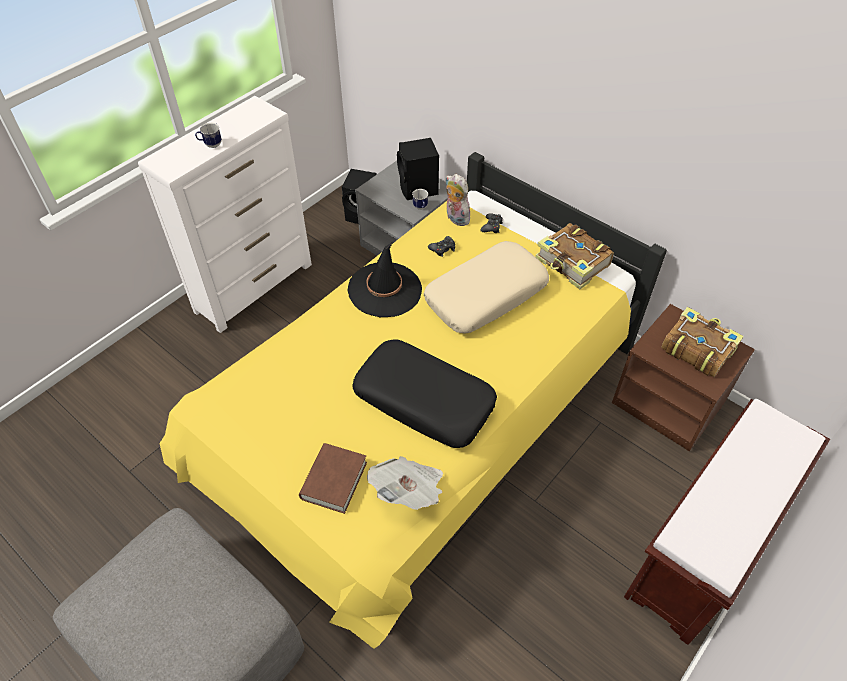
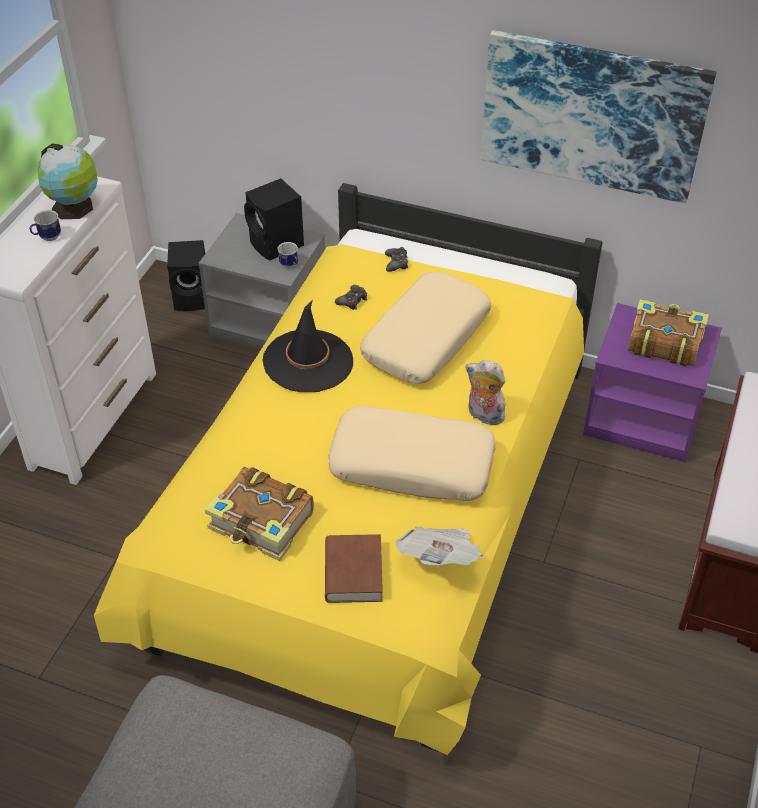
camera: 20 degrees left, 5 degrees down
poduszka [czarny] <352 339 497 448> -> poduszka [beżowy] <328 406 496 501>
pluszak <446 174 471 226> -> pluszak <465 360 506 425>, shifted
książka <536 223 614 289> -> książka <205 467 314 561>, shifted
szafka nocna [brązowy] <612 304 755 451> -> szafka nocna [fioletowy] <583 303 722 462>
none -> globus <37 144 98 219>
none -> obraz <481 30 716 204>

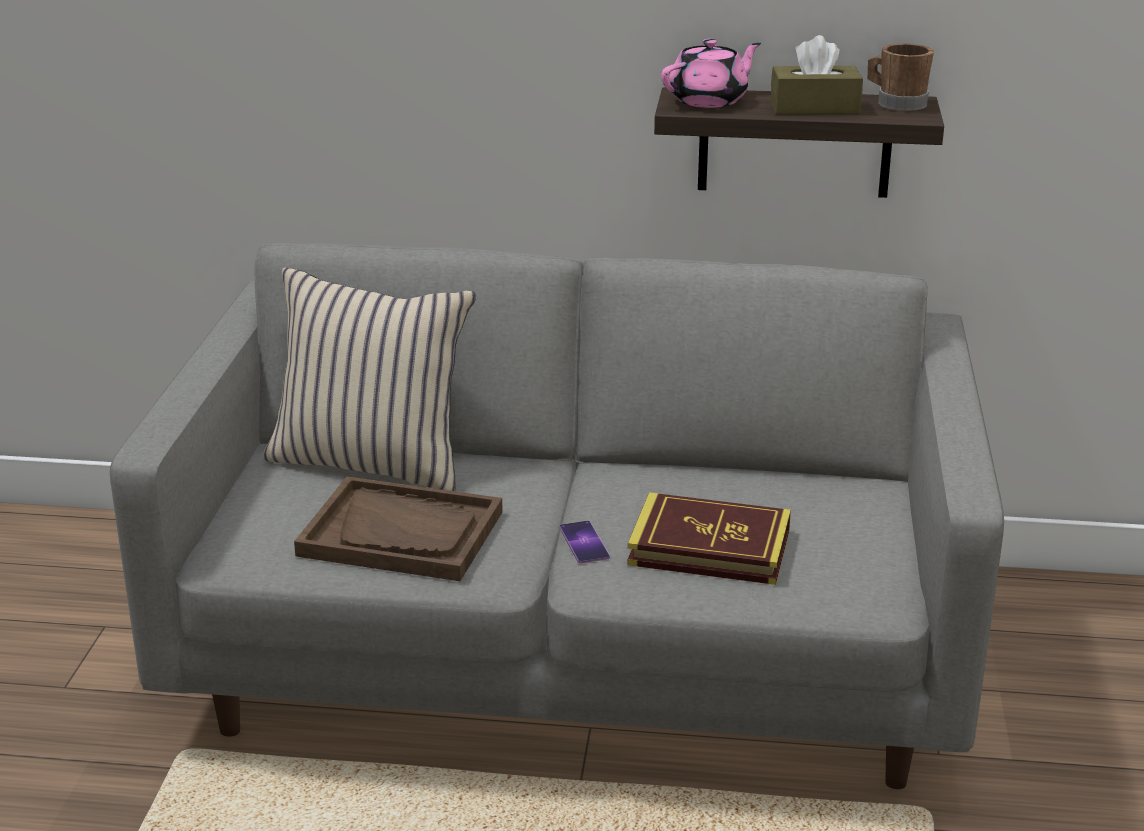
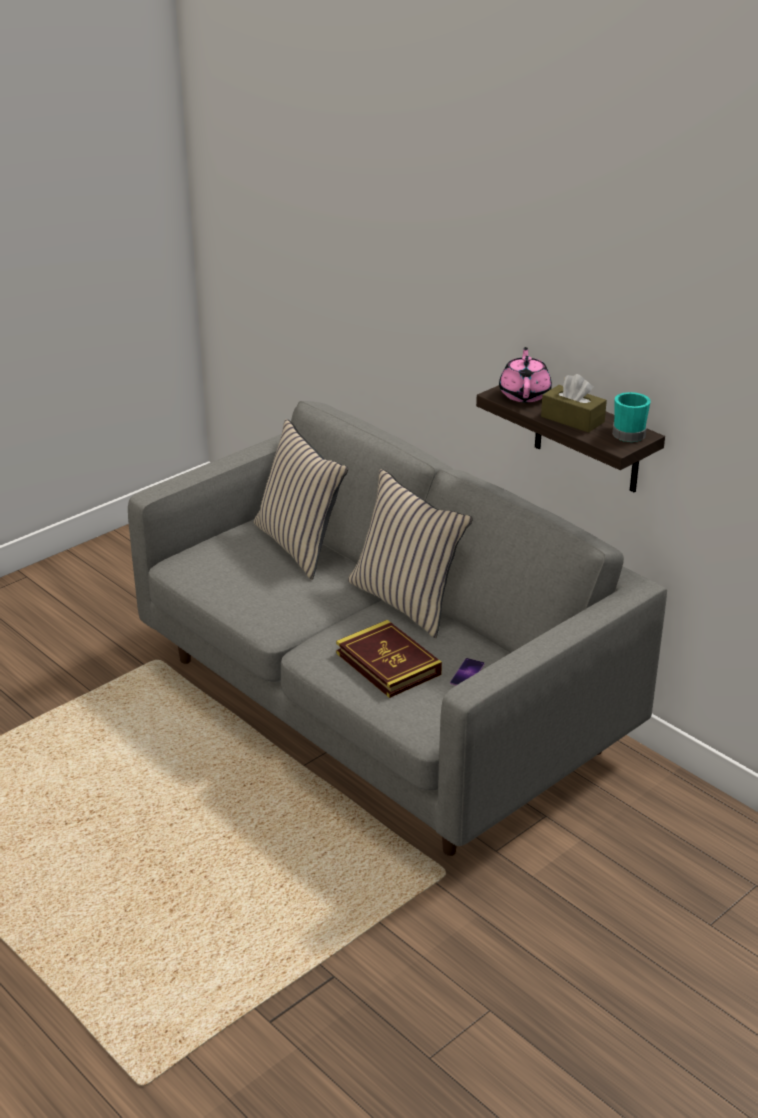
camera: 40 degrees right, 5 degrees up
taca [brązowy] <294 477 503 581> -> none
telefon <559 521 610 564> -> telefon <450 658 485 686>, shifted
imbryk [różowy] <661 39 761 108> -> imbryk [różowy] <499 347 552 402>, 90 degrees counterclockwise
kubek [brązowy] <868 43 934 111> -> kubek [turkusowy] <612 392 651 442>
none -> poduszka [beżowy] <348 469 473 638>

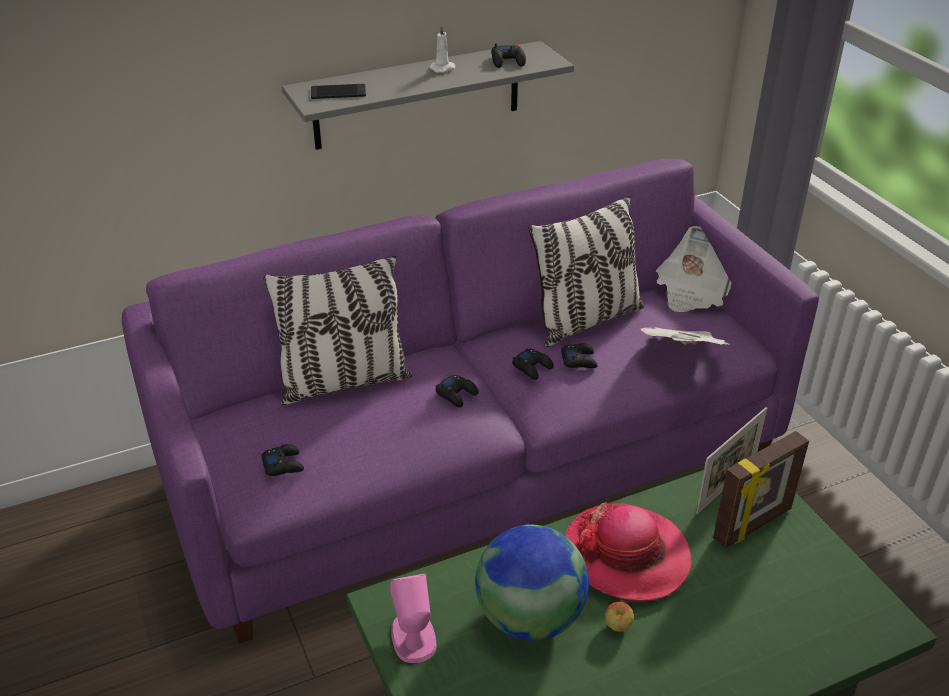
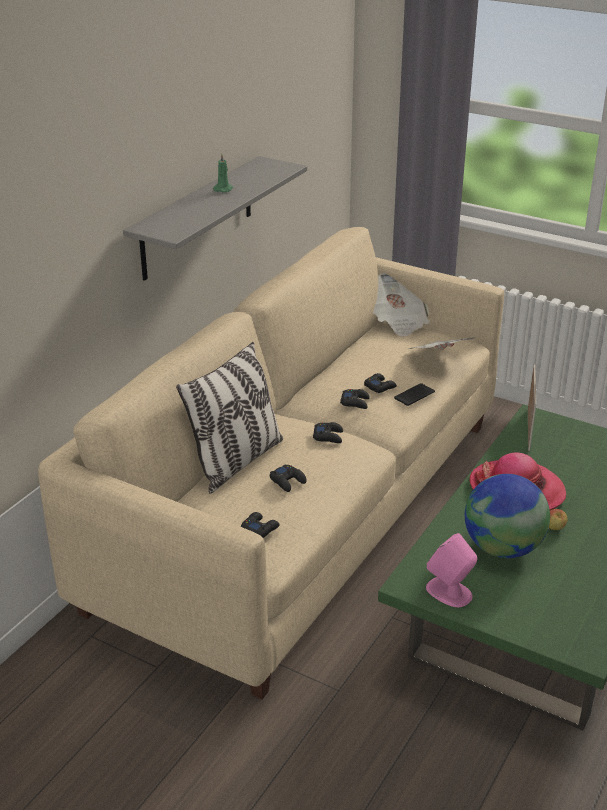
camera: 35 degrees left, 5 degrees down
kanapa [fioletowy] <122 159 819 644> -> kanapa [beżowy] <38 227 504 700>
telefon <311 84 366 99> -> telefon <394 383 435 406>, shifted
świeca [biały] <430 25 456 73> -> świeca [zielony] <213 154 233 193>
pad do gier [czarny] <491 44 526 68> -> pad do gier [czarny] <270 465 307 492>, shifted
poduszka <528 195 644 347> -> none
ramka na zdjęcie <713 431 809 548> -> none

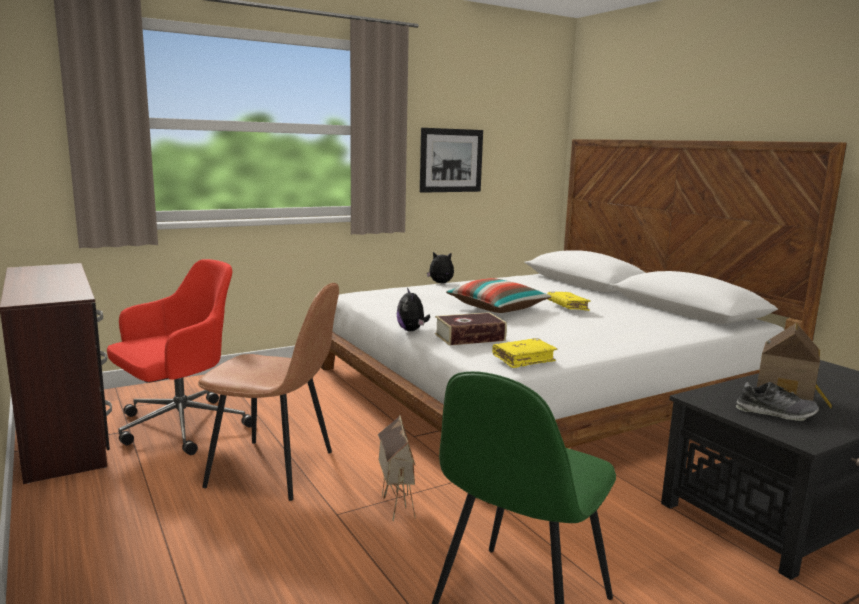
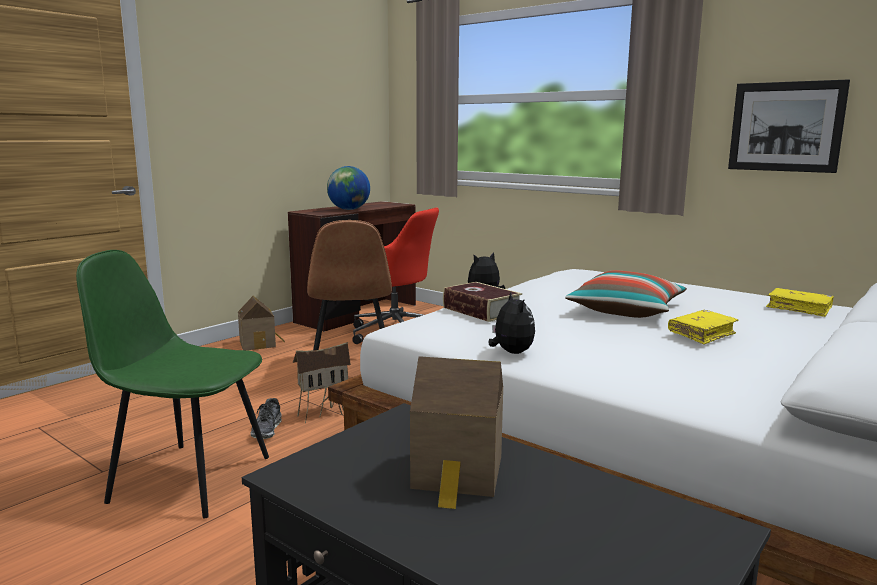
camera: 70 degrees right, 0 degrees up
pluszak <427 252 454 283> -> pluszak <489 292 535 354>, shifted
książka [żółty] <492 338 558 368> -> książka [żółty] <766 288 834 317>, shifted
but <736 382 819 421> -> but <251 398 282 439>, shifted
none -> domek <238 296 285 350>
none -> globus <327 166 370 210>

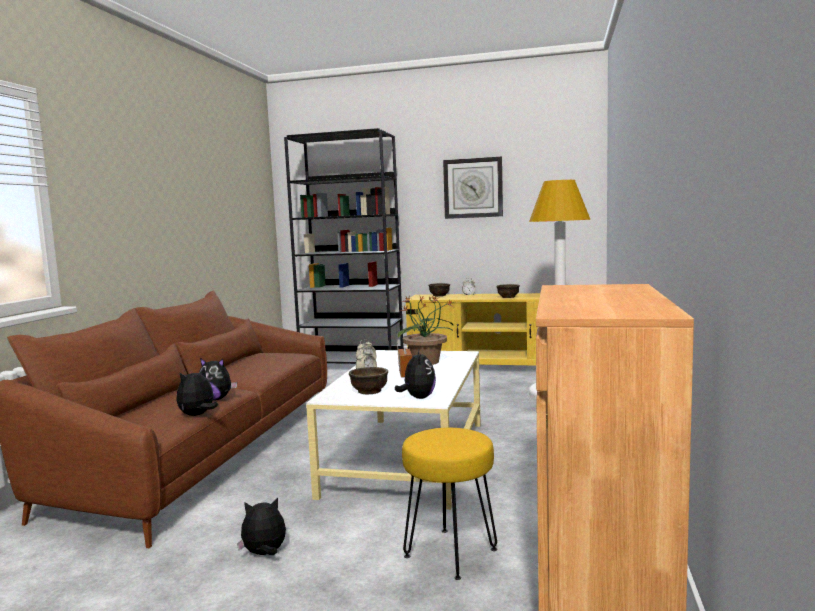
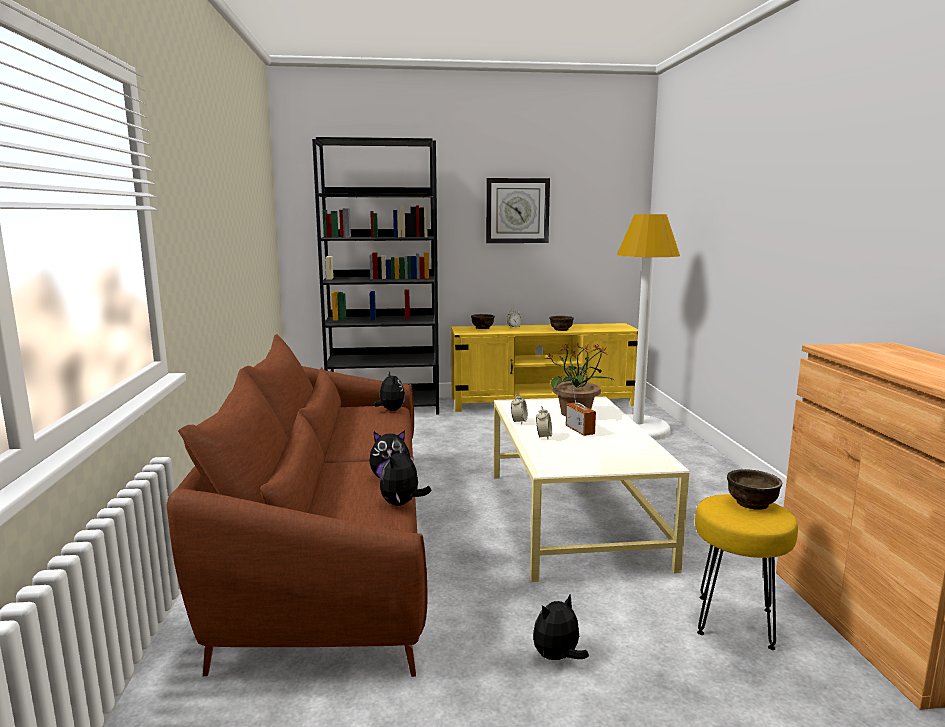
camera: 20 degrees left, 5 degrees up
miska [brązowy] <349 367 388 394> -> miska [brązowy] <727 469 782 510>, shifted
pluszak <395 348 436 399> -> pluszak <374 371 405 411>, shifted

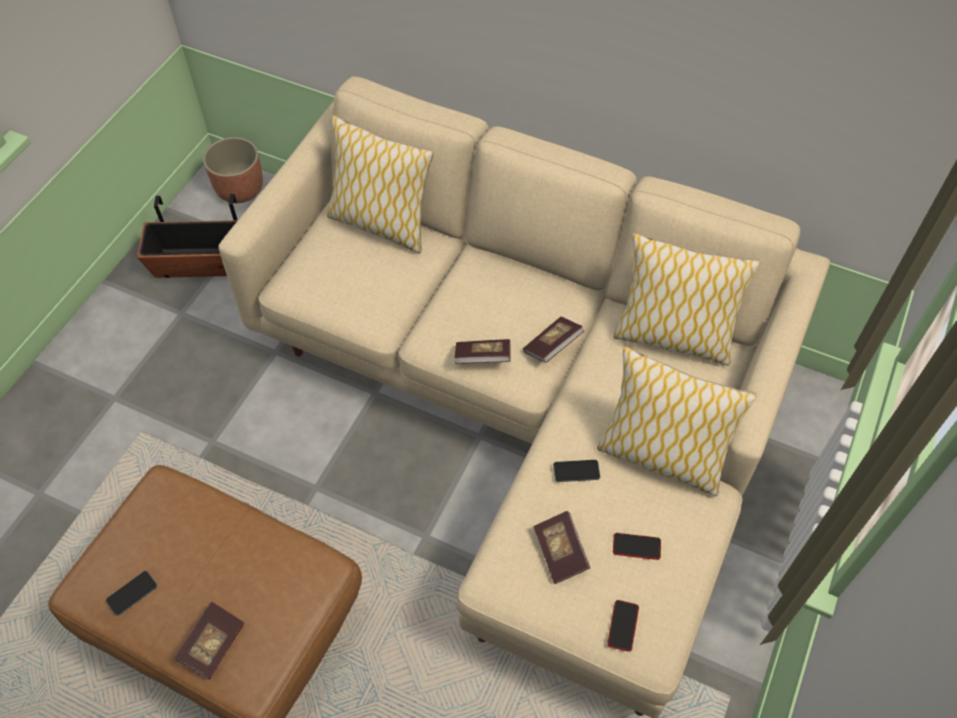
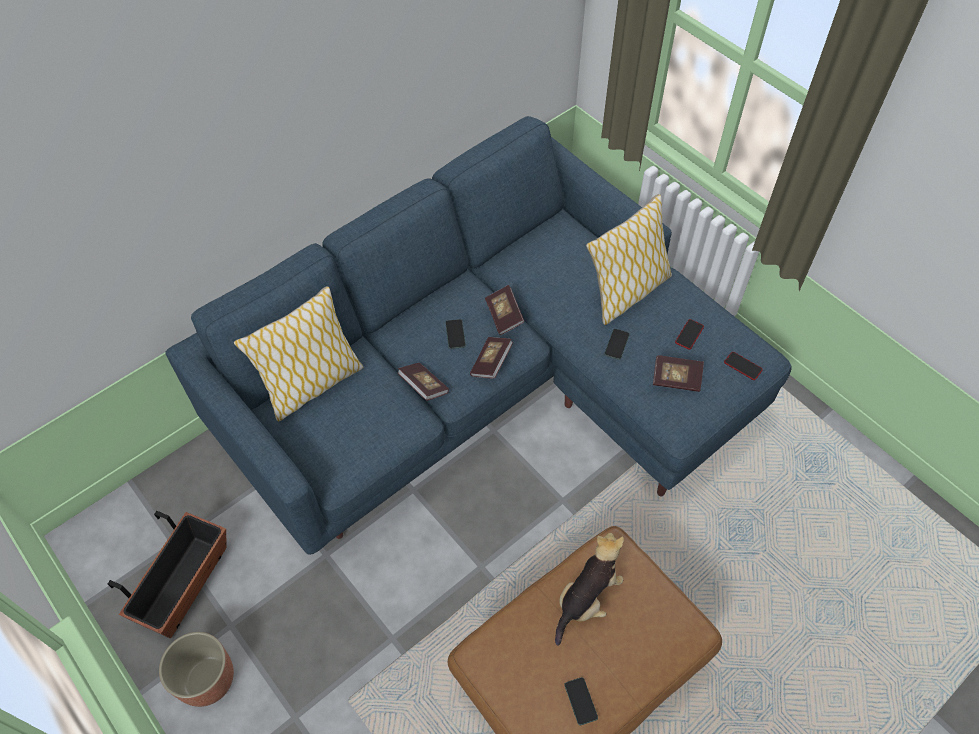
camera: 65 degrees left, 0 degrees up
książka <174 601 244 680> -> książka <398 363 449 401>, shifted
donica <203 137 263 203> -> donica <159 632 234 707>, shifted
kanapa [beżowy] <218 76 830 718> -> kanapa [niebieski] <166 116 792 555>
poduszka <613 233 760 366> -> none
none -> telefon <445 319 466 349>
none -> pluszak <555 533 624 646>

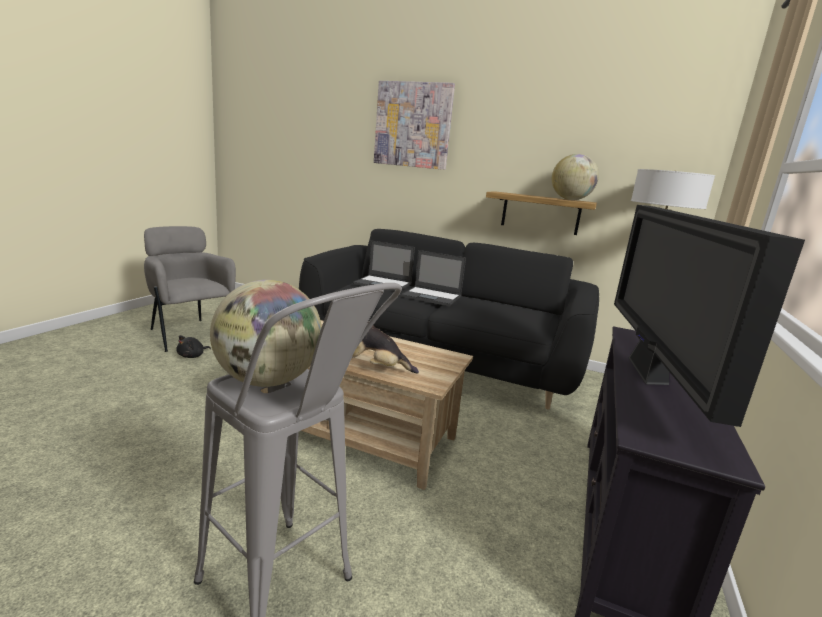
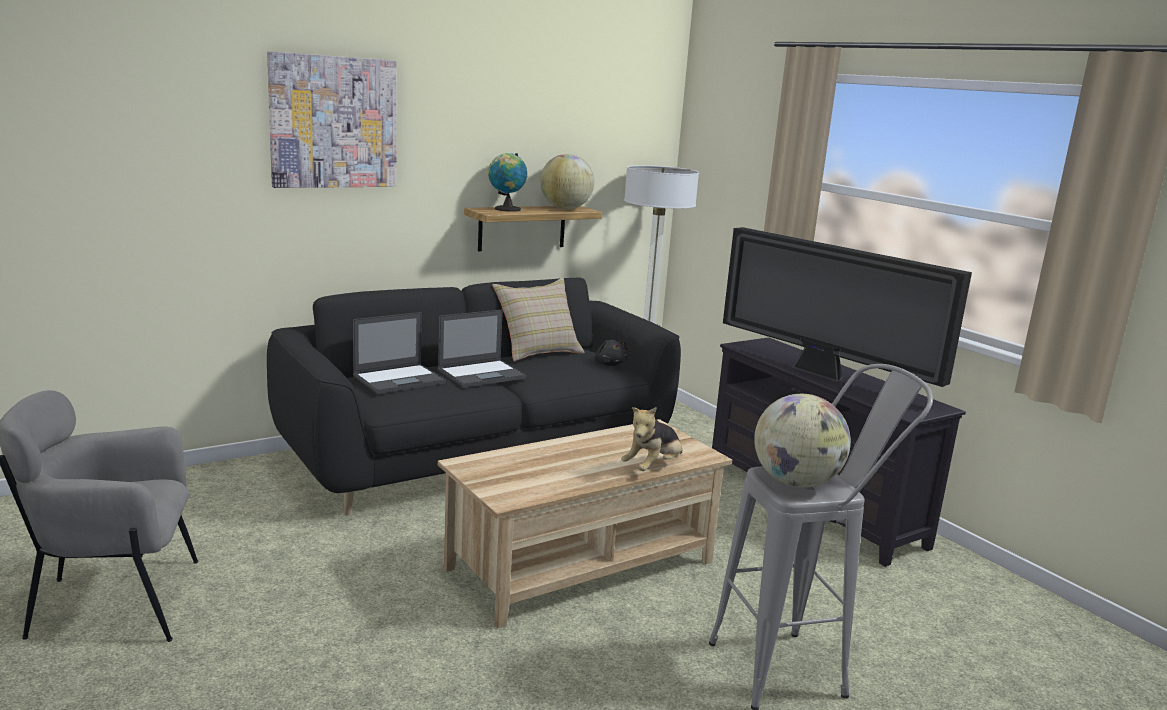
camera: 55 degrees left, 0 degrees up
pluszak [czarny] <176 335 211 358> -> pluszak [czarny] <594 340 627 366>, shifted
none -> globus <488 153 527 212>
none -> poduszka [beżowy] <492 278 585 362>

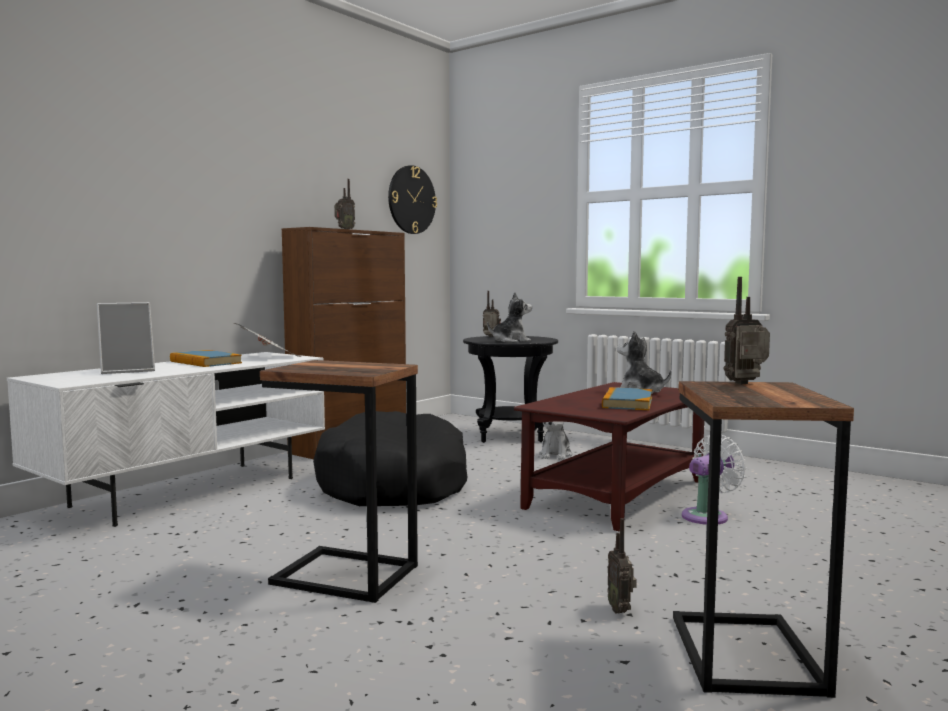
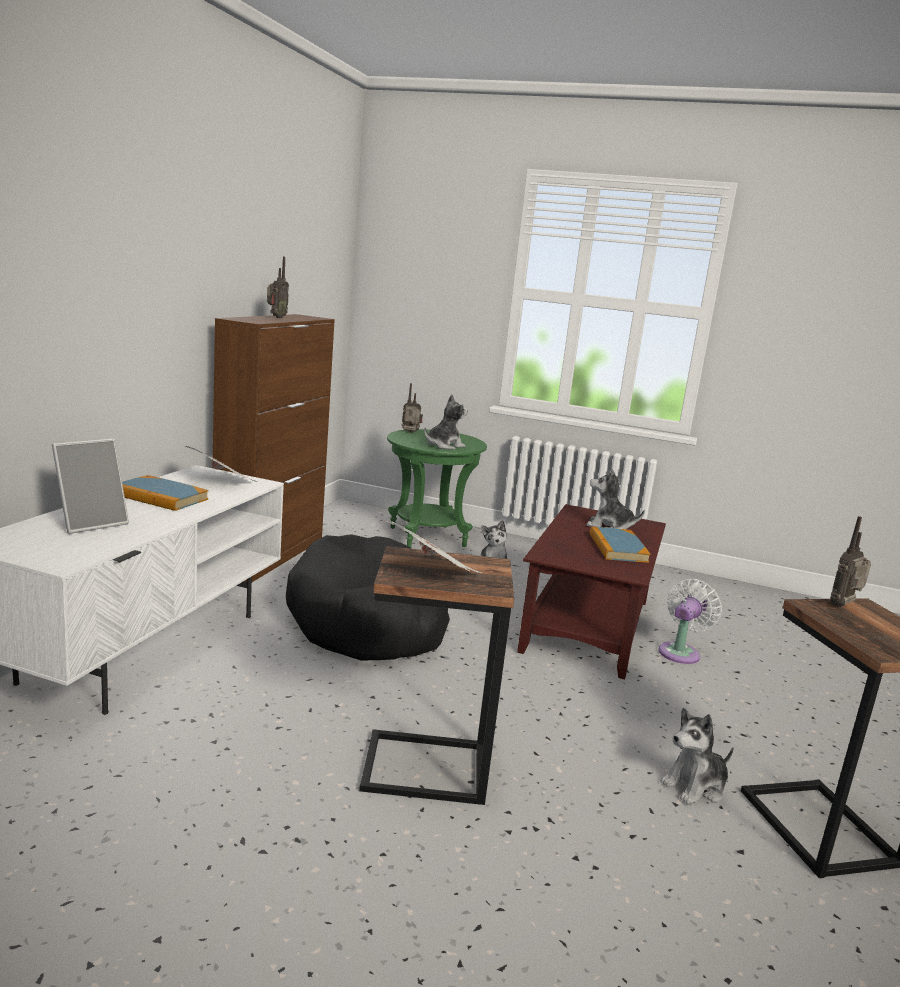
camera: 20 degrees left, 10 degrees up
zegar ścienny <388 165 437 234> -> none
stolik [czarny] <463 336 558 443> -> stolik [zielony] <387 429 487 548>
radio <607 518 637 614> -> pluszak <660 708 734 805>
none -> gazeta <383 520 482 573>

